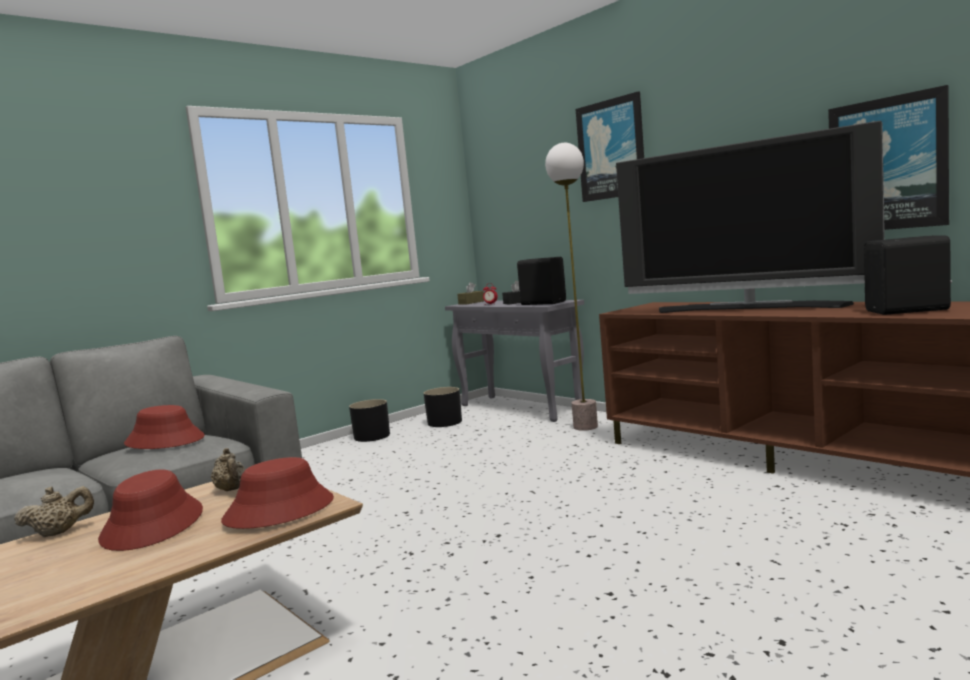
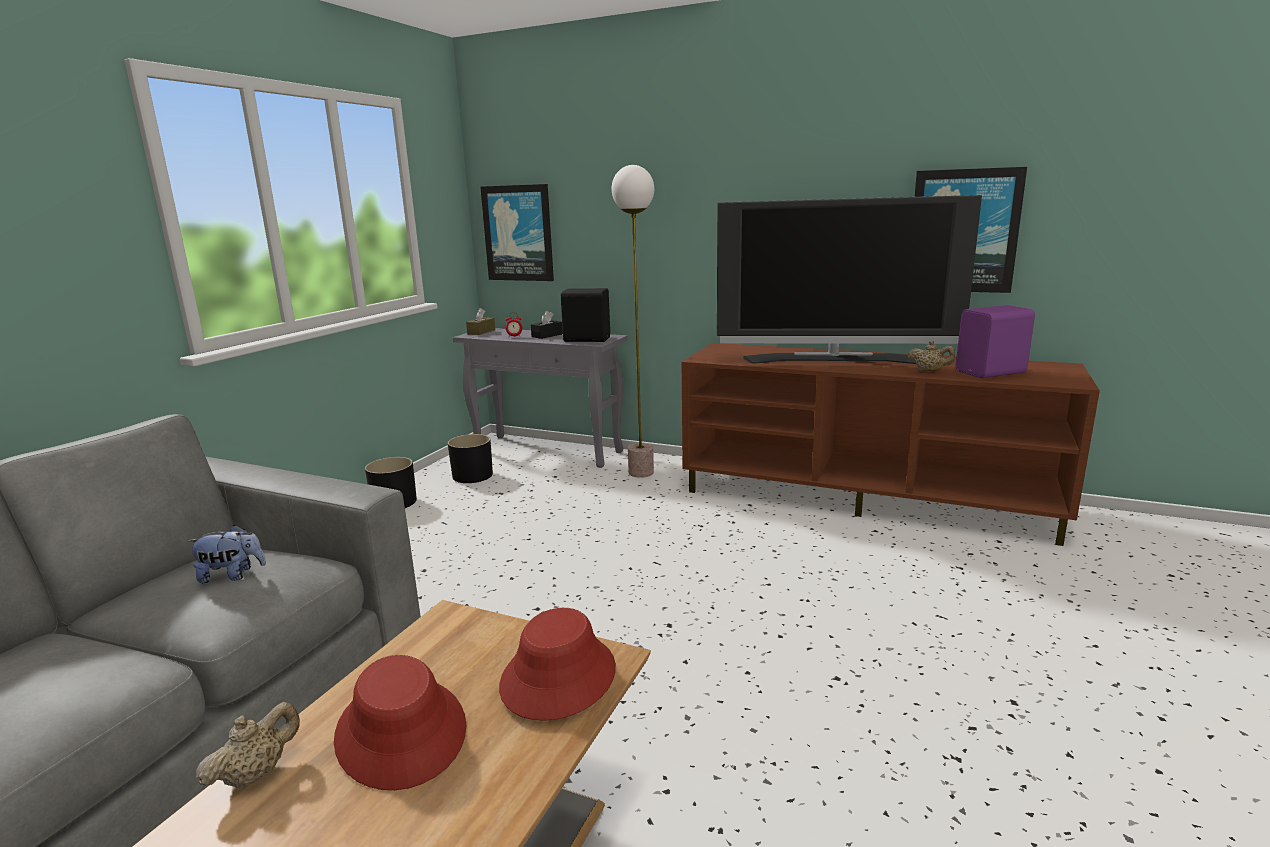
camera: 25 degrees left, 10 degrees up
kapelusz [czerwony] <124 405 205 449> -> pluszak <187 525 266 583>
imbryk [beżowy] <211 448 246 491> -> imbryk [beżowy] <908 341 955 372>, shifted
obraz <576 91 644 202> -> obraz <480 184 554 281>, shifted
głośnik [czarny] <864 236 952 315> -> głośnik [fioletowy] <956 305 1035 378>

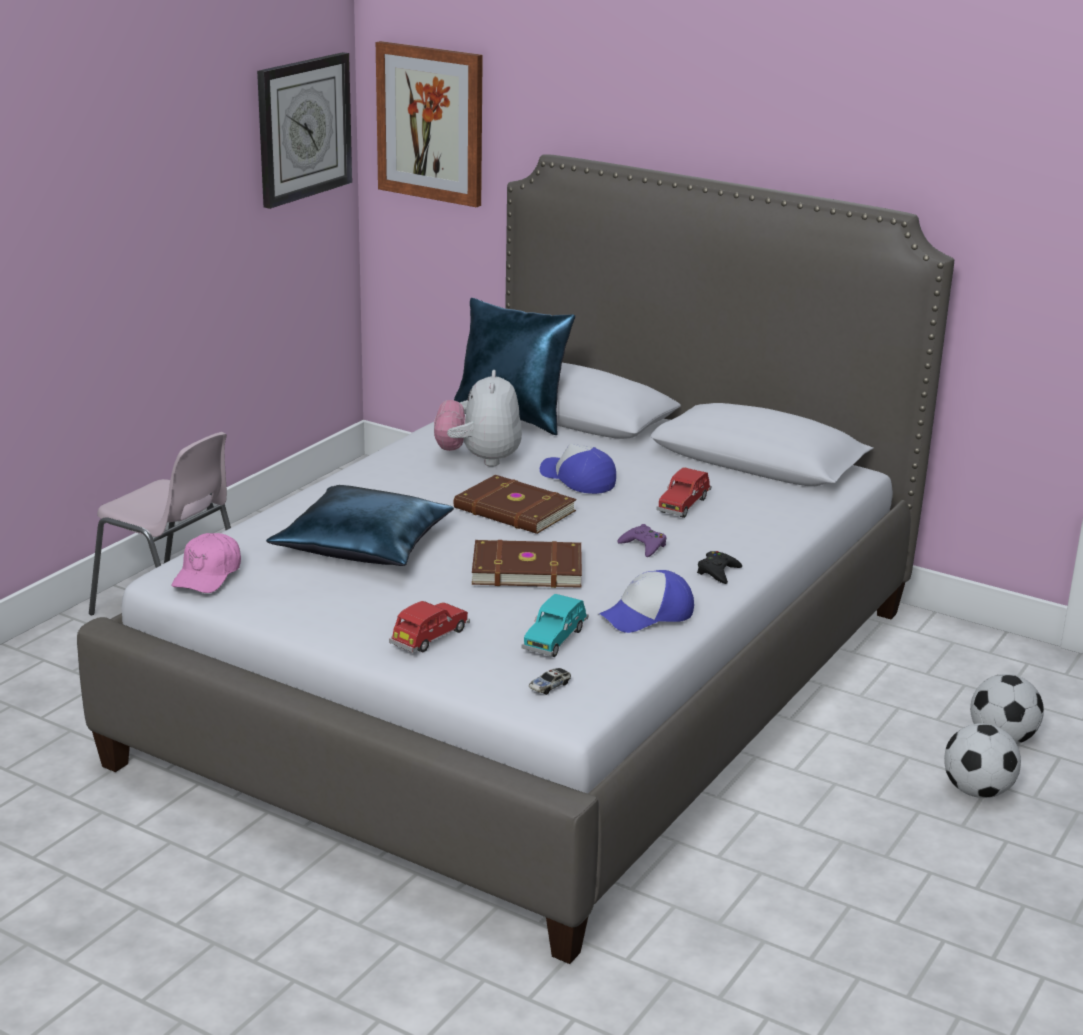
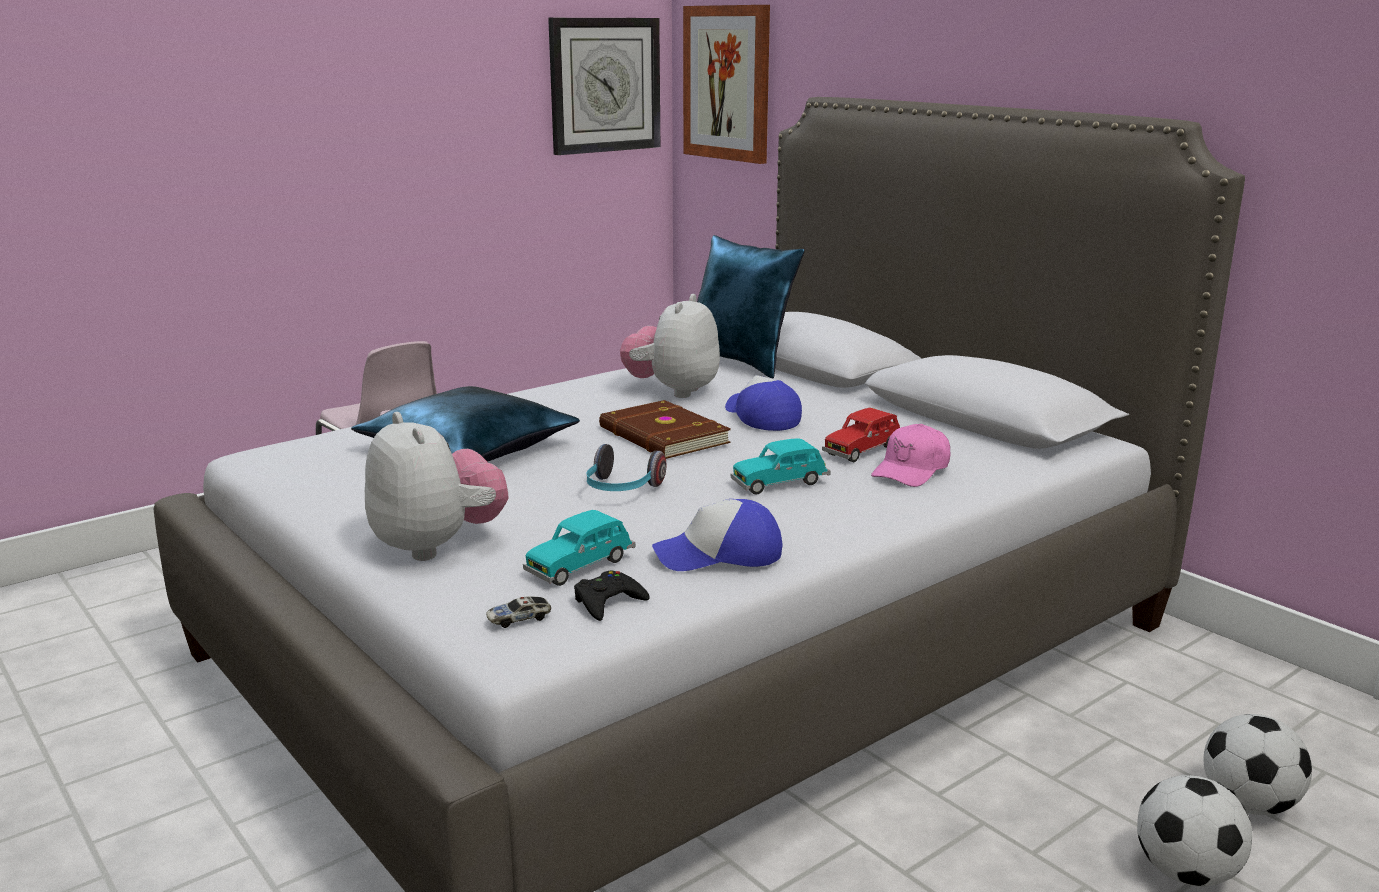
camera: 20 degrees right, 5 degrees down
czapka z daszkiem [różowy] <171 533 241 593> -> czapka z daszkiem [różowy] <871 424 951 487>, shifted
samochodzik [czerwony] <389 601 470 653> -> pluszak <365 412 509 561>
książka [brązowy] <472 540 582 588> -> słuchawki <586 444 667 491>
pad do gier [fioletowy] <618 524 667 557> -> samochodzik [turkusowy] <731 438 831 495>
pad do gier [czarny] <697 551 742 584> -> pad do gier [czarny] <574 571 650 621>, shifted

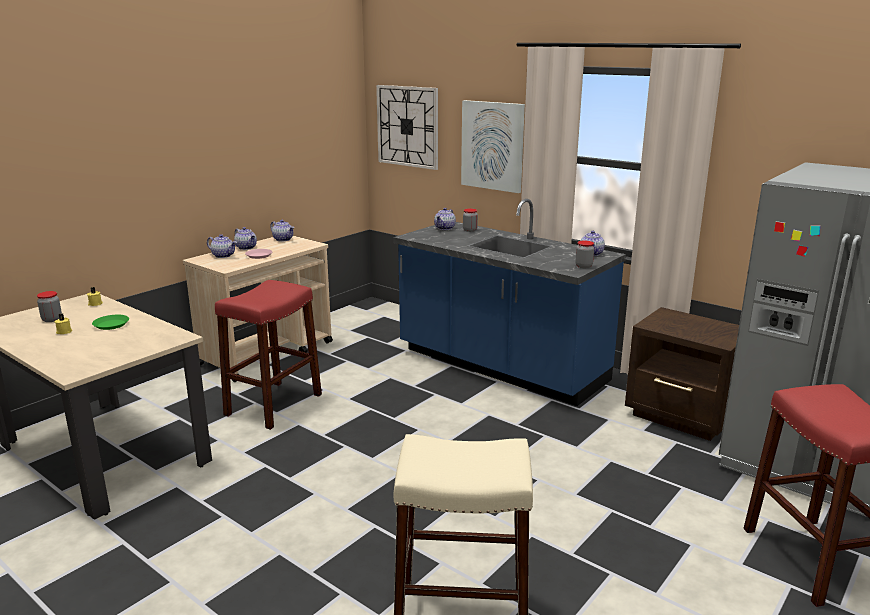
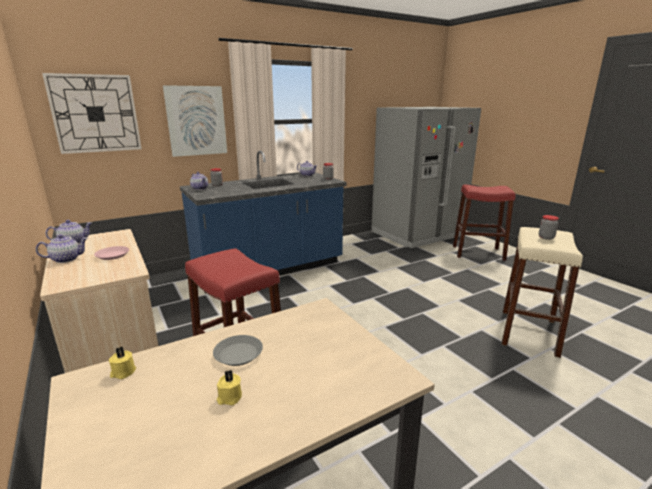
camera: 70 degrees left, 0 degrees up
słoik <37 291 62 322> -> słoik <539 215 559 240>, shifted
talerz [zielony] <92 315 129 330> -> talerz [szary] <213 335 263 366>
imbryk <207 234 237 258> -> none
szafka nocna [brązowy] <625 307 739 441> -> none

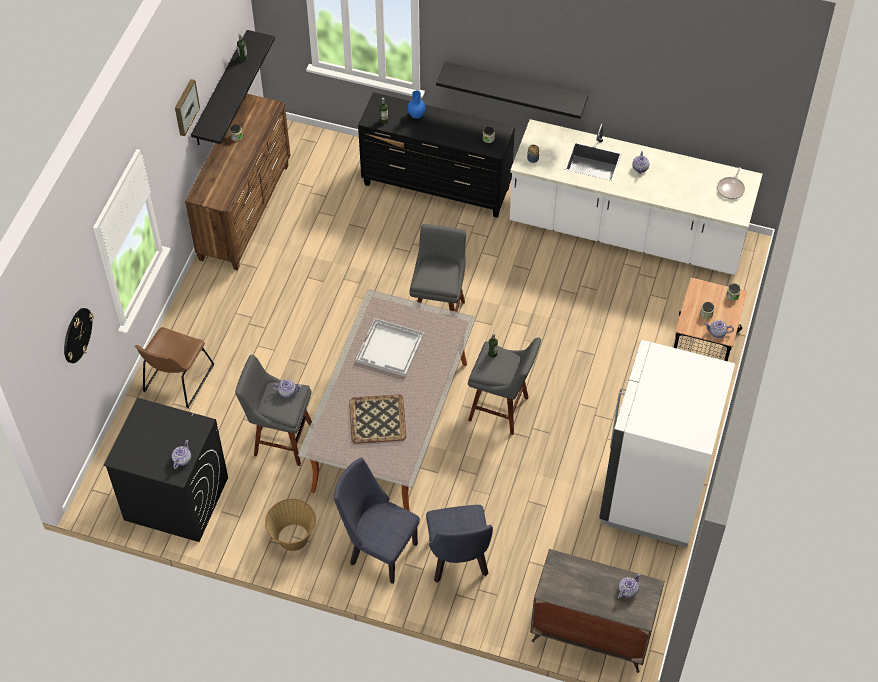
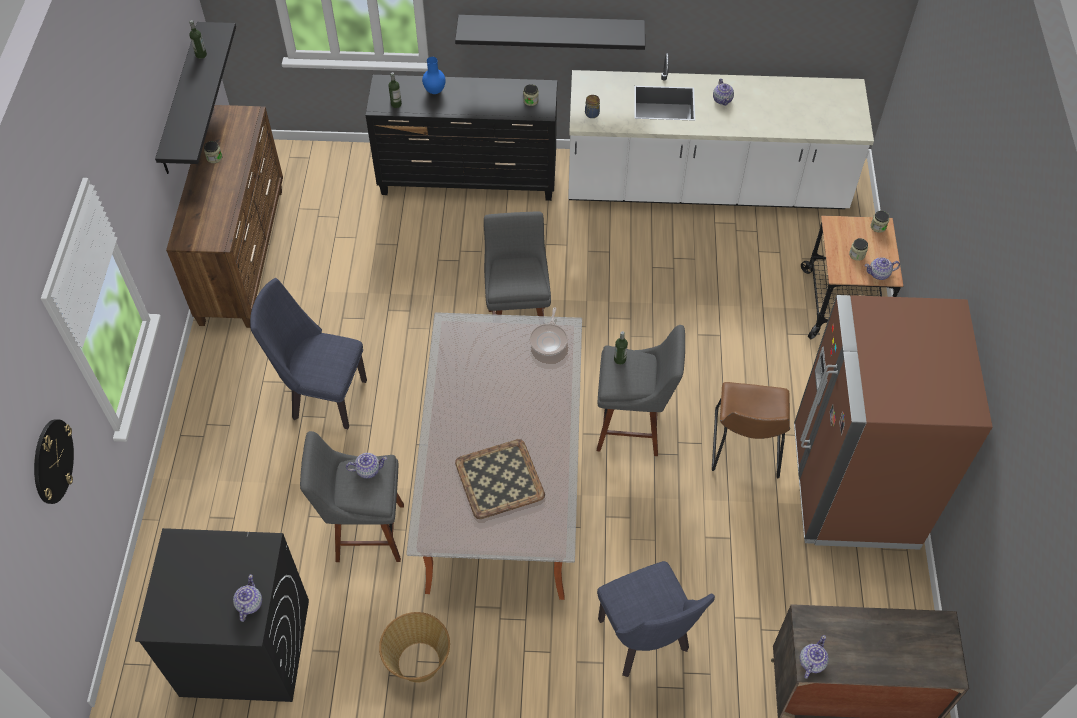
camera: 15 degrees left, 0 degrees up
krzesło [brązowy] <135 327 214 408> -> krzesło [brązowy] <712 382 790 478>, shifted
obraz <175 79 200 136> -> none
krzesło [niebieski] <334 457 420 584> -> krzesło [niebieski] <250 278 367 429>, shifted
taca [biały] <356 318 424 377> -> none
lodówka [biały] <599 340 735 548> -> lodówka [brązowy] <794 295 993 550>
imbryk <618 573 641 599> -> imbryk <800 635 829 679>, shifted
patelnia <717 167 745 199> -> patelnia <530 308 568 356>, shifted

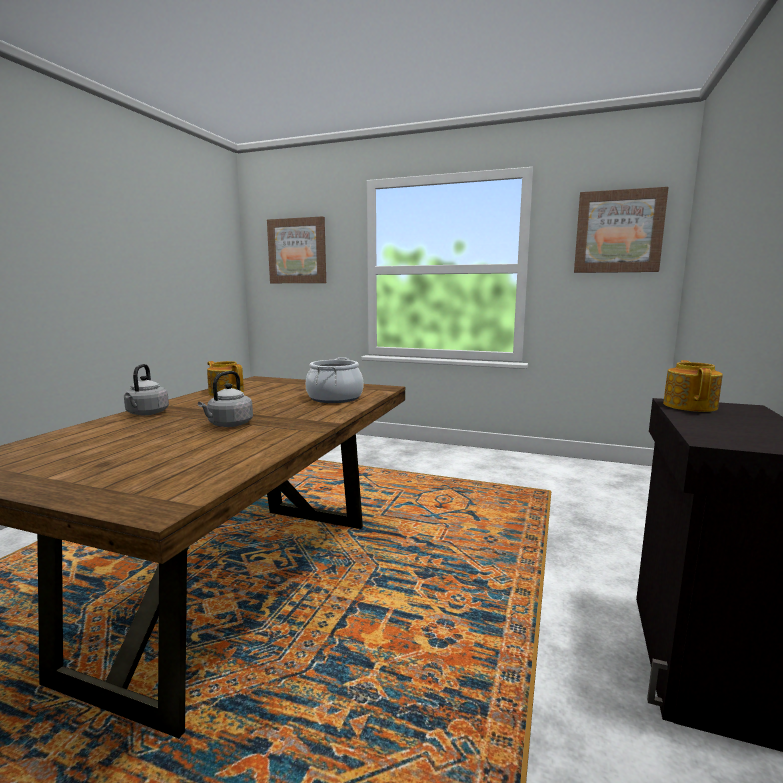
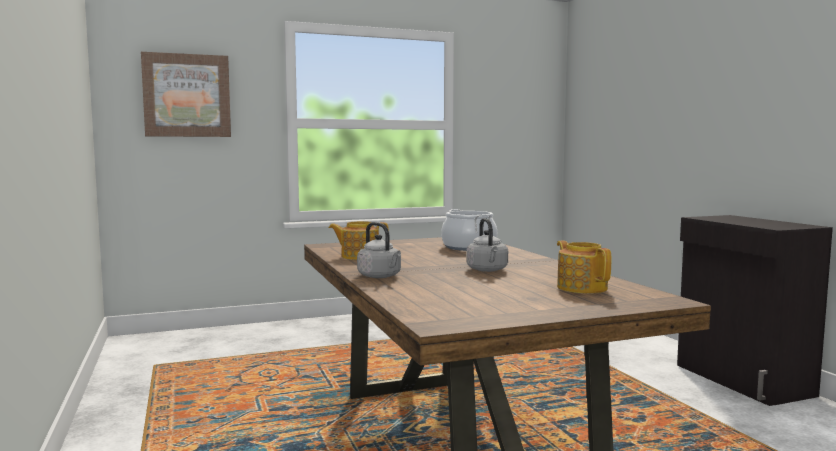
camera: 40 degrees left, 5 degrees down
obraz <574 187 668 273> -> none
imbryk <663 360 723 412> -> imbryk <557 241 611 293>, shifted

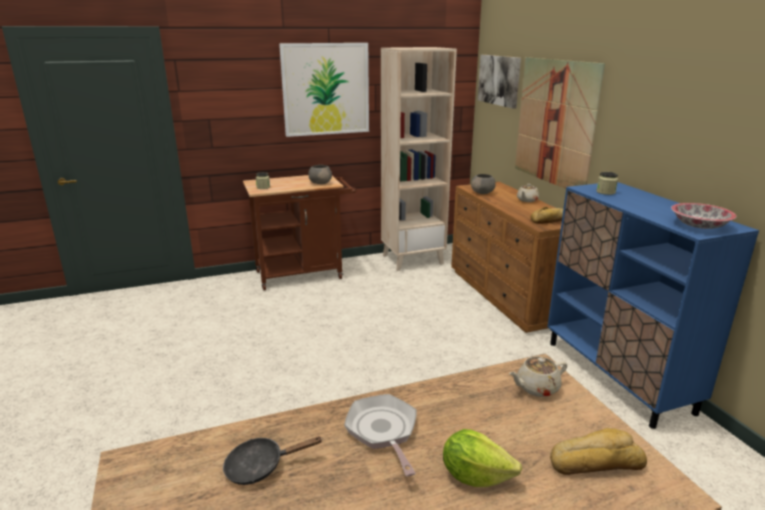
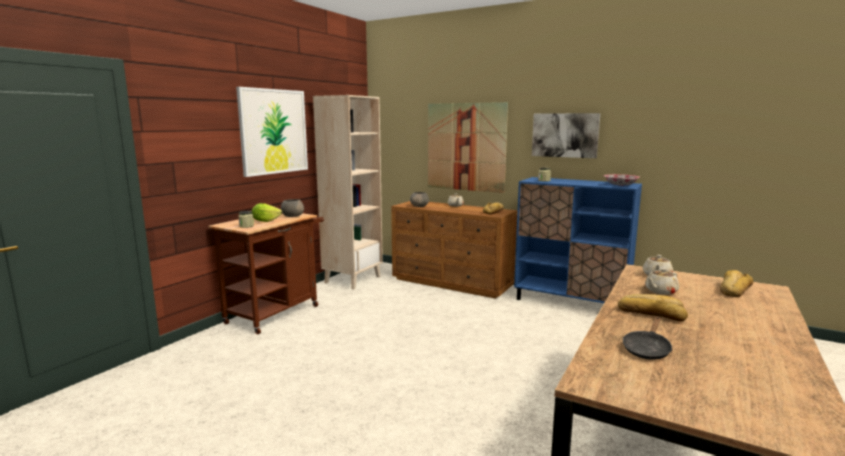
camera: 40 degrees left, 10 degrees down
patelnia <344 394 417 476> -> chleb <618 294 688 322>
sałata <443 429 522 487> -> sałata <252 203 282 222>, shifted
obraz <478 55 521 109> -> obraz <532 113 600 158>, shifted
none -> imbryk [beżowy] <645 268 679 295>

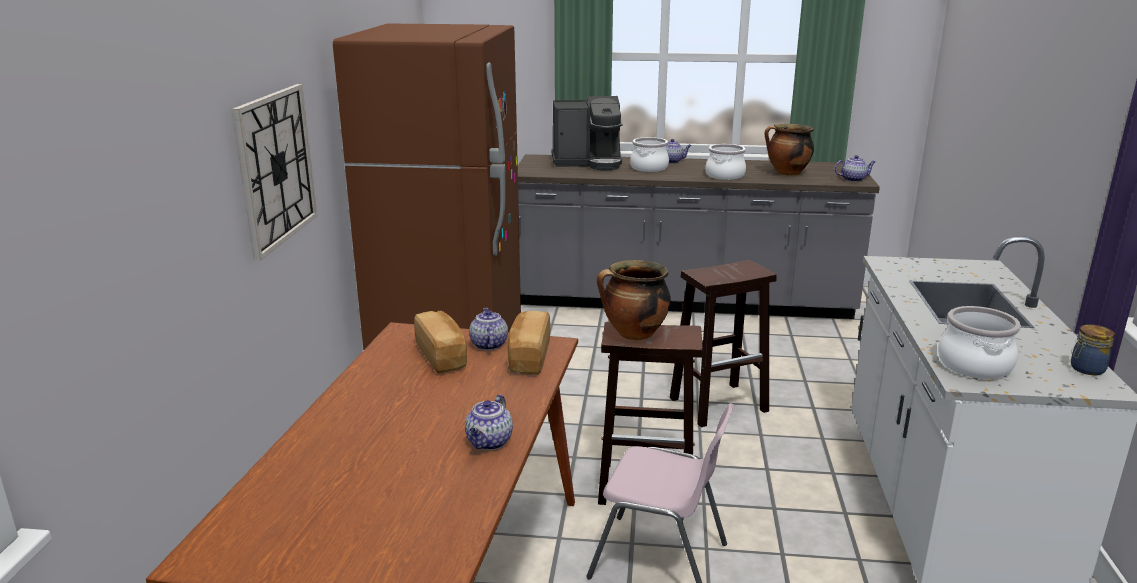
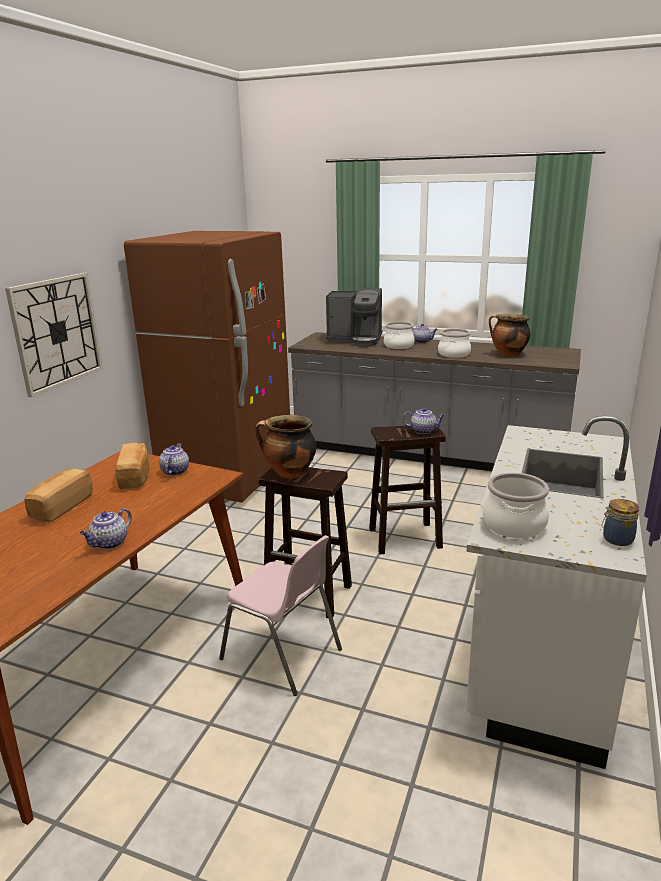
camera: 15 degrees right, 0 degrees up
chleb <508 311 551 375> -> chleb <24 469 93 523>, shifted
imbryk <834 155 876 182> -> imbryk <402 408 445 434>, shifted

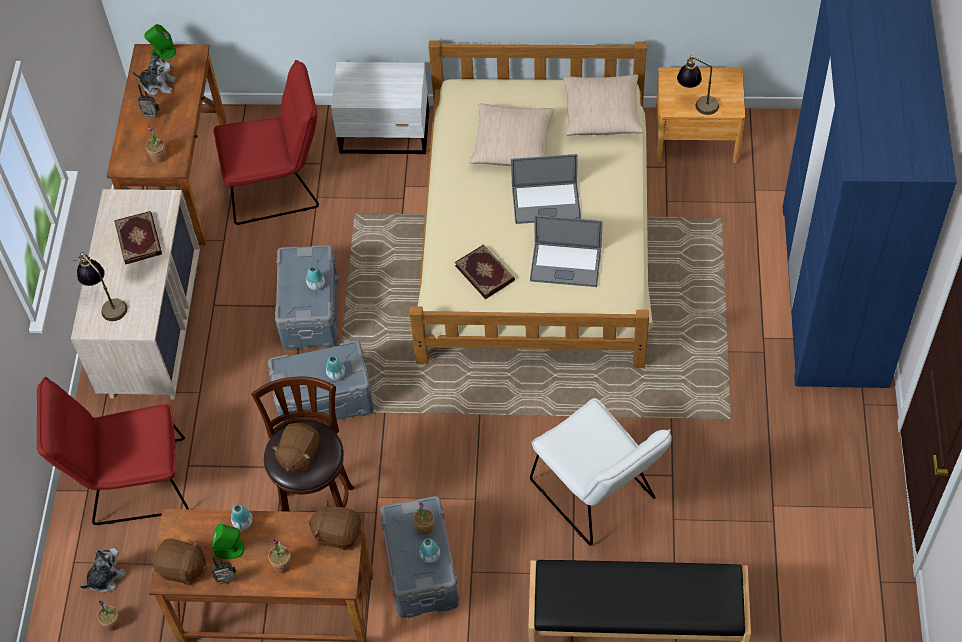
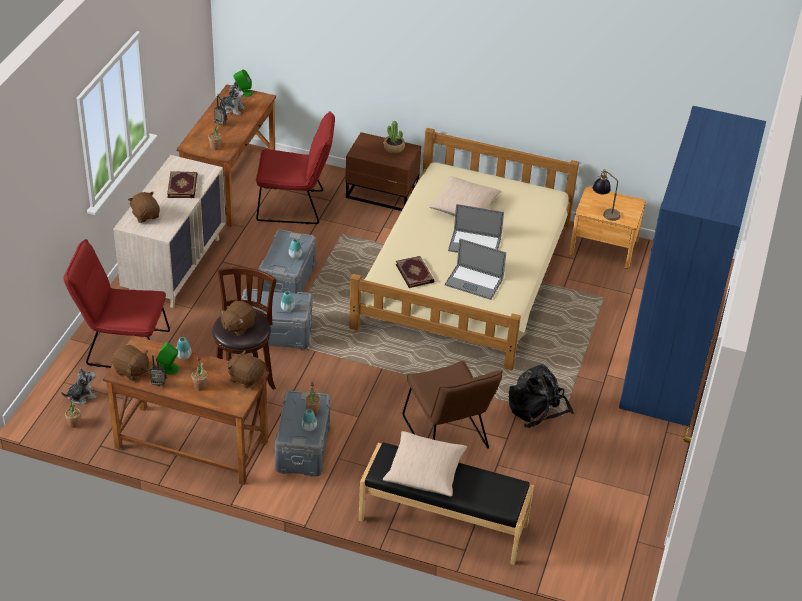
camera: 10 degrees right, 15 degrees down
lampa stołowa <74 252 127 321> -> pluszak [brązowy] <128 192 160 223>
szafka nocna [biały] <331 62 429 154> -> szafka nocna [brązowy] <346 132 421 211>
krzesło [biały] <530 398 672 545> -> krzesło [brązowy] <403 361 503 449>
poduszka [beżowy] <563 75 644 136> -> poduszka [beżowy] <383 431 467 497>, shifted
none -> roślina doniczkowa <383 121 405 153>
none -> plecak [czarny] <509 365 574 428>

